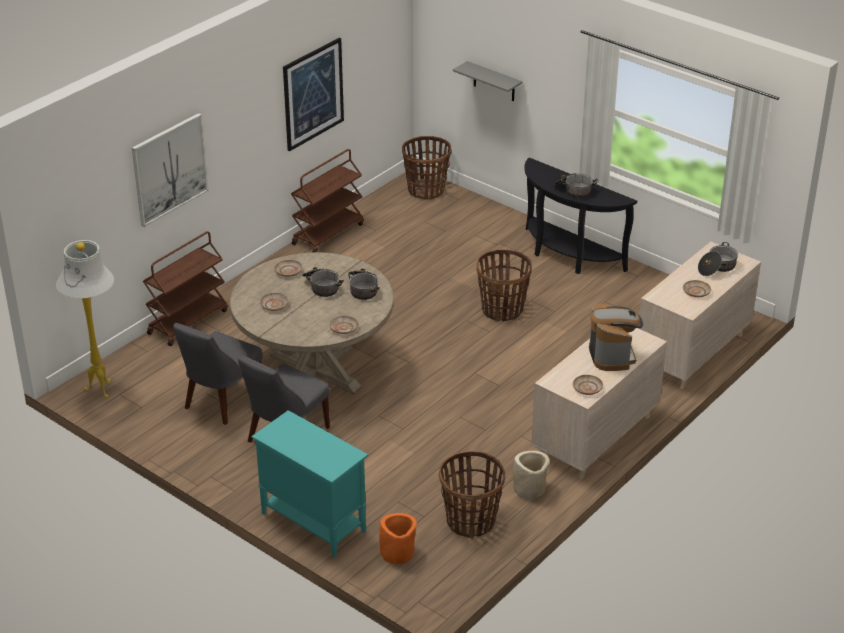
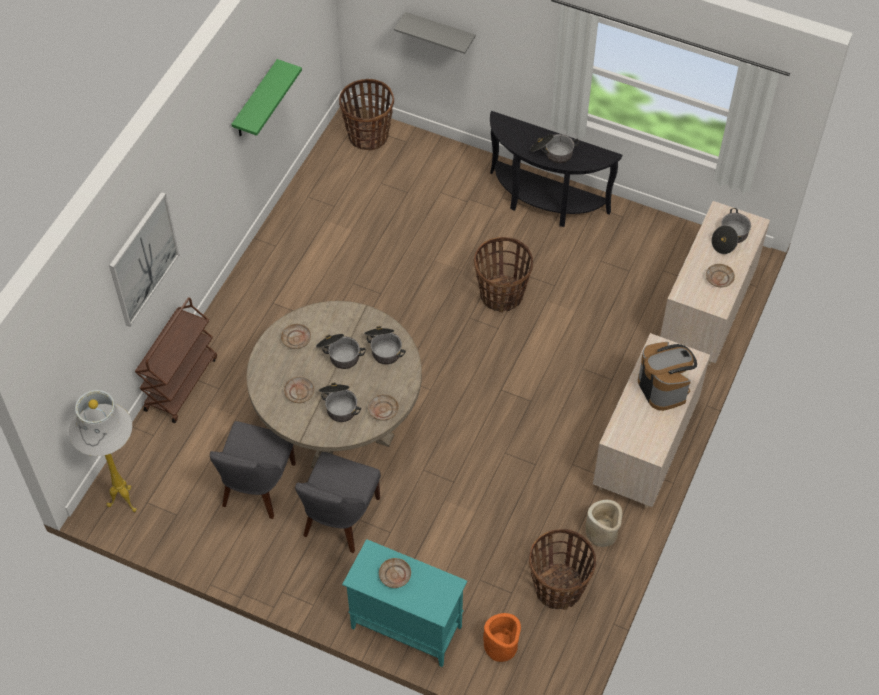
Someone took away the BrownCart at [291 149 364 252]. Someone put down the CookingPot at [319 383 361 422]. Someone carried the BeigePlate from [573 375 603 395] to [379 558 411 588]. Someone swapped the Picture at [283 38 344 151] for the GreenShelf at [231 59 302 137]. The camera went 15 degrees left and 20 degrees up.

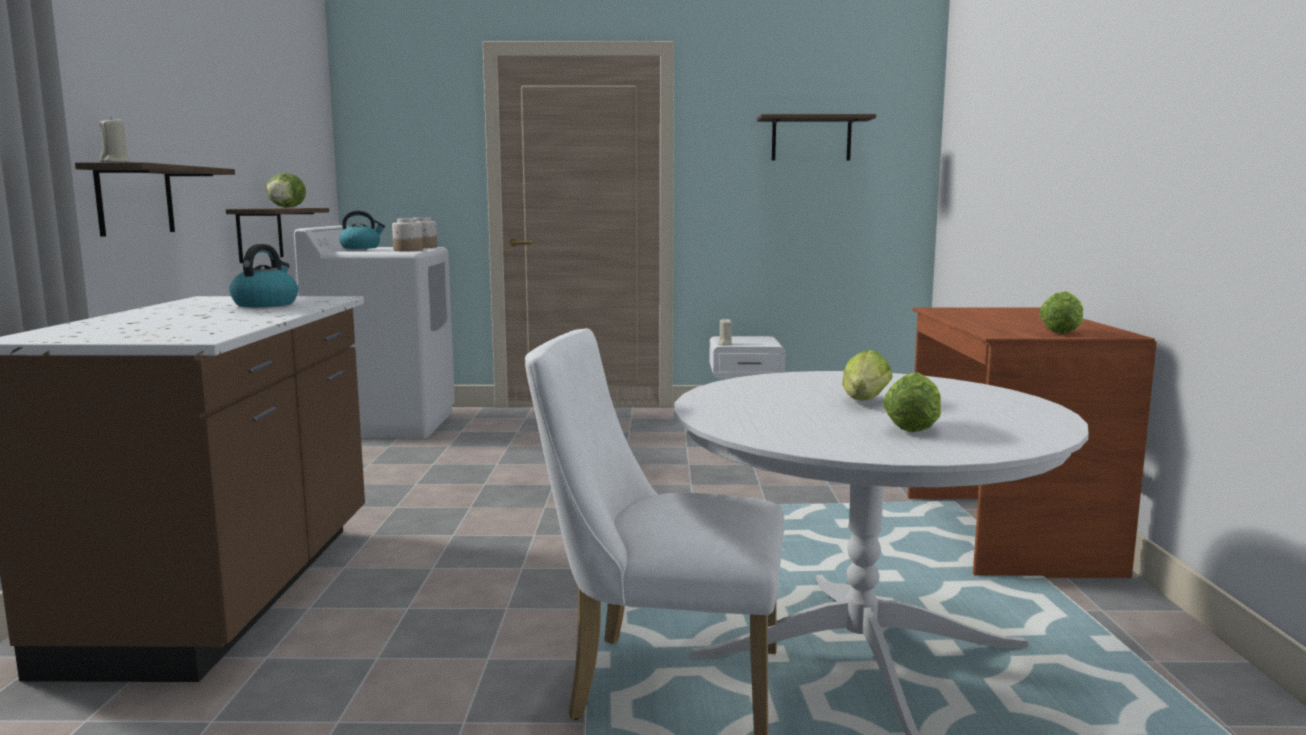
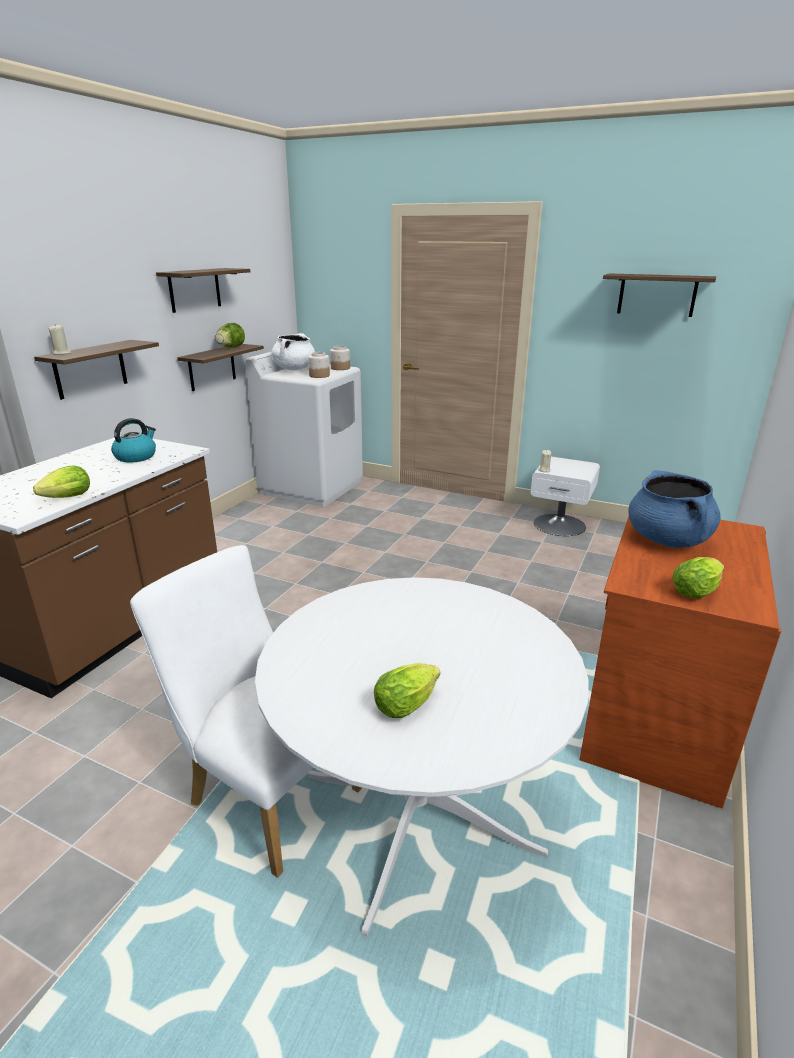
Someone put up the Shelf at [156 268 250 313]. Someone put down the BlueCookingPot at [629 470 721 548]. Someone carried the Lettuce from [842 350 893 401] to [33 465 90 498]. Someone swapped the Kettle at [339 211 385 249] for the WhiteCookingPot at [271 333 315 370]. The camera went 25 degrees right and 15 degrees up.

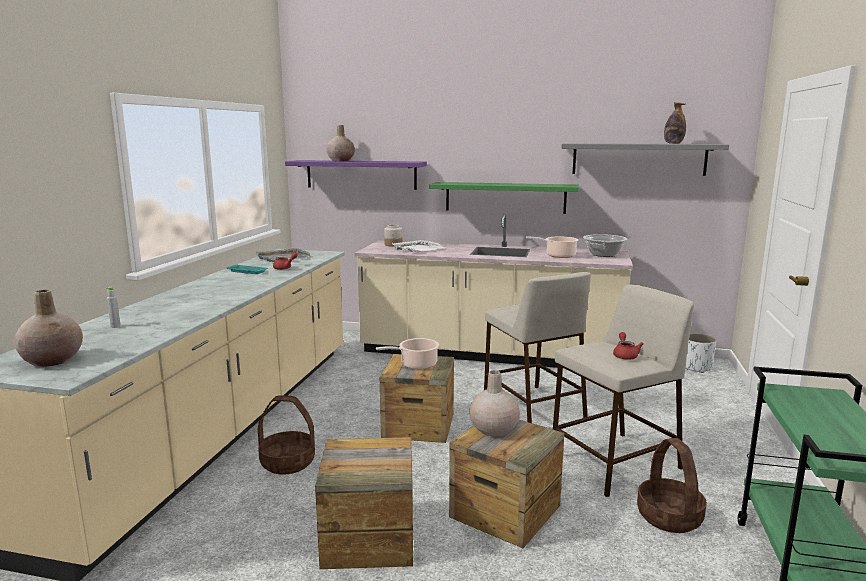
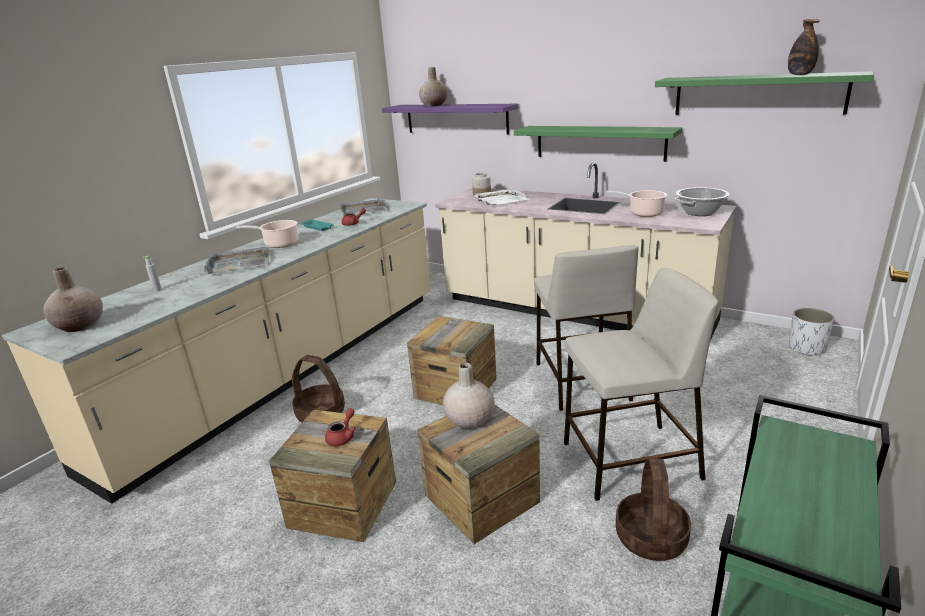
Someone put down the GreyTray at [204 247 269 274]. Someone carried the CookingPot from [376 338 439 369] to [236 220 299 248]. Someone carried the RedTeapot from [613 332 643 360] to [325 408 356 446]. Someone repainted the GreyShelf at [561 143 729 176], which became the GreenShelf at [655 71 874 115]. The camera went 20 degrees right and 10 degrees up.

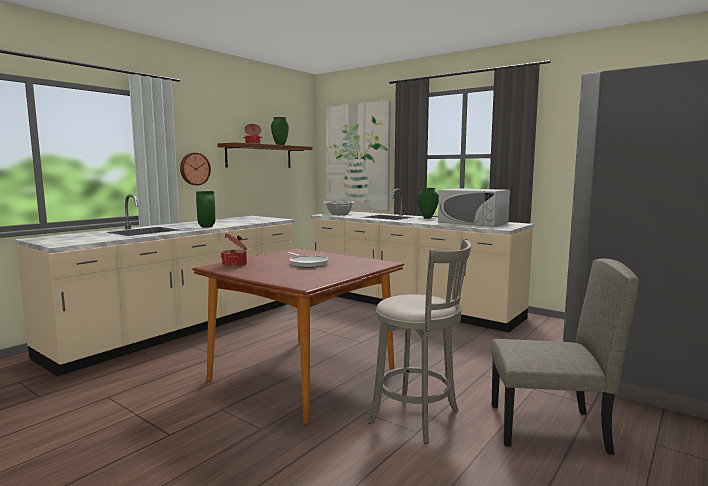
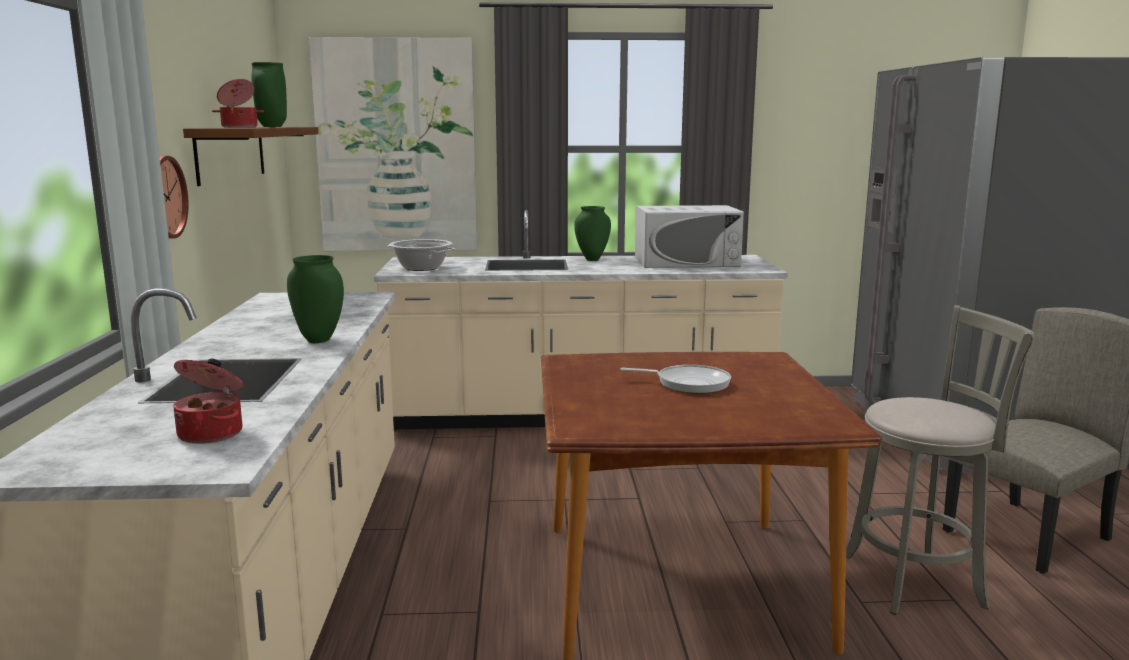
Someone carried the CookingPot from [221 233 247 267] to [173 358 244 444]. The camera went 40 degrees left and 5 degrees up.

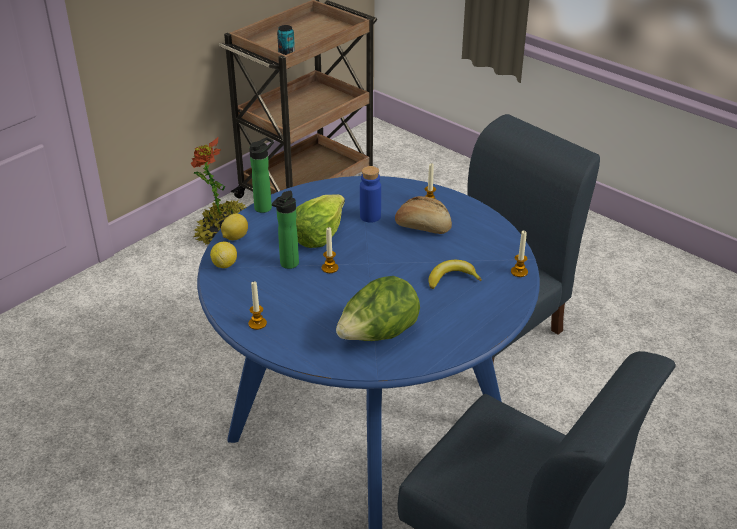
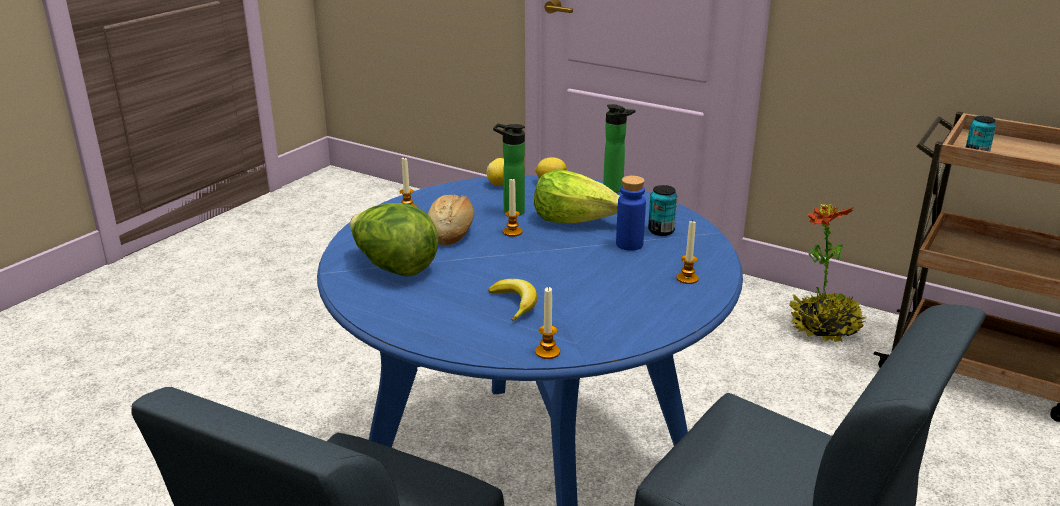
Someone put down the Can at [648 185 678 236]. Someone carried the Bread from [395 196 452 234] to [428 195 474 245]. The camera went 80 degrees right and 10 degrees down.

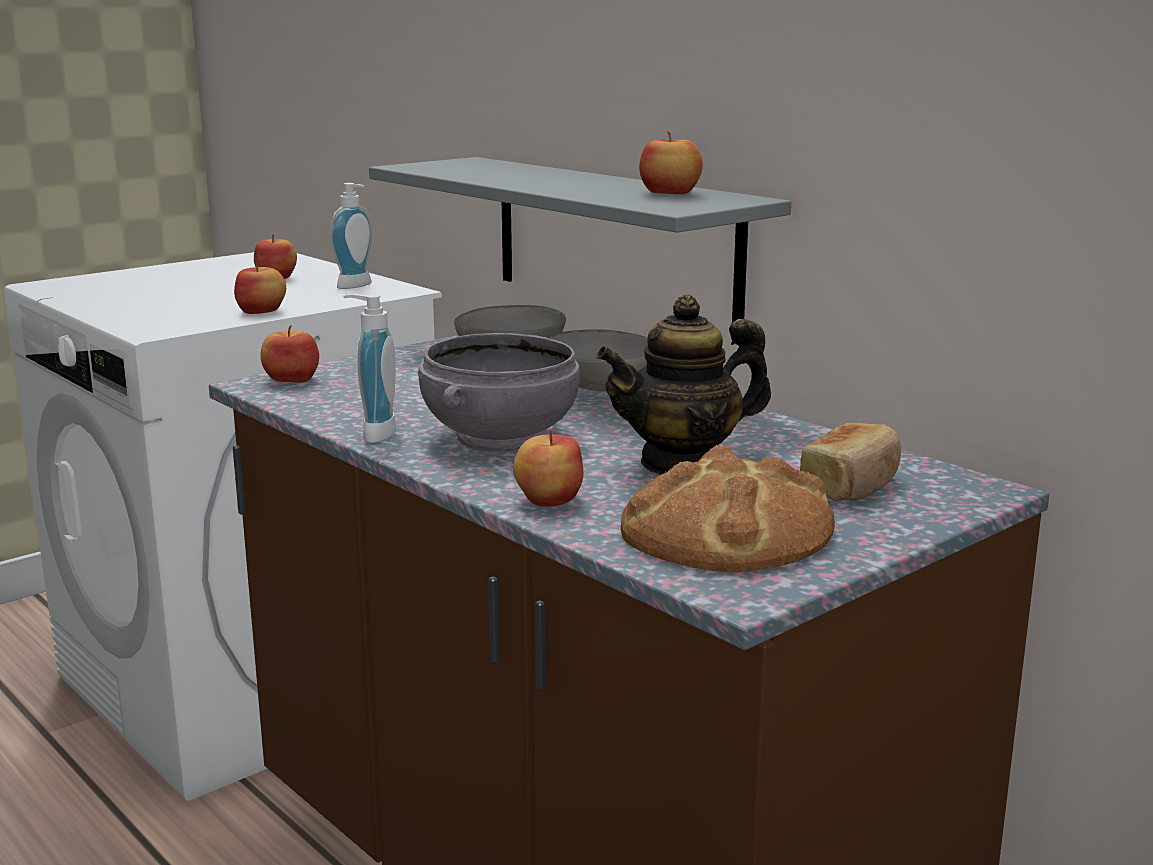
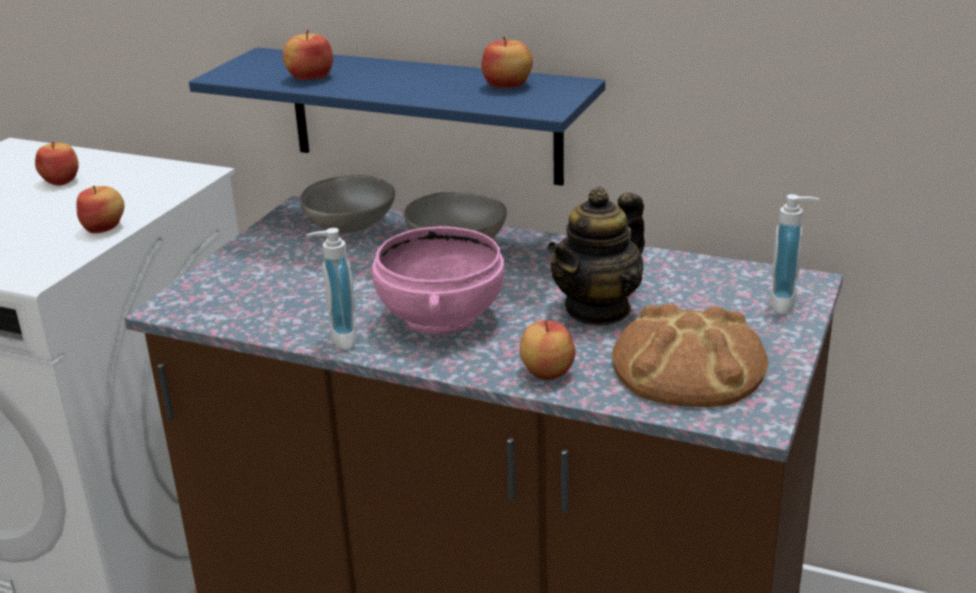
Someone took away the Bread at [800 423 901 501]. Someone carried the Apple from [260 325 319 383] to [283 30 333 80]. Someone carried the SoapDispenser from [330 183 373 289] to [770 194 819 314]. Someone repainted the GreyShelf at [369 157 791 322], which became the BlueShelf at [189 47 605 186]. Someone repainted the GreyBowl at [418 333 580 451], which became the PinkBowl at [372 226 504 335]. The camera went 25 degrees left and 10 degrees up.

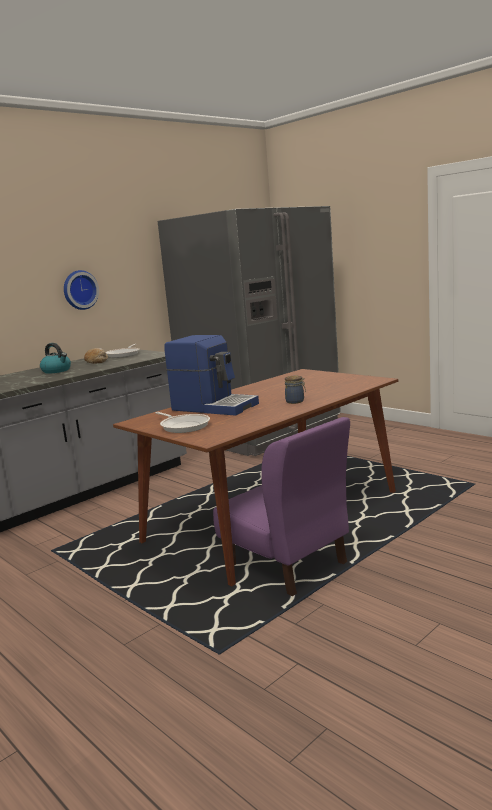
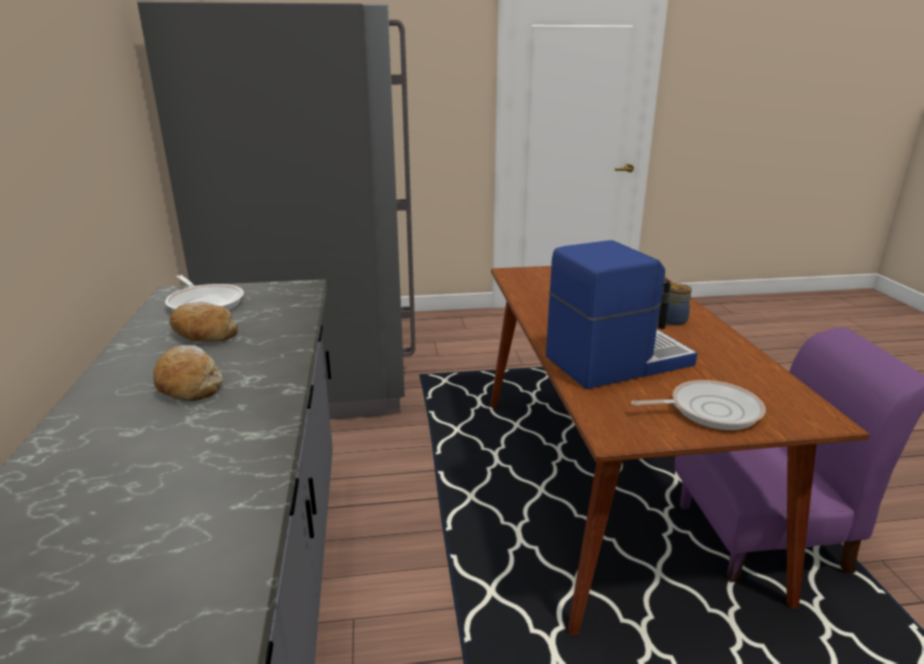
Someone took away the WallClock at [64 270 99 310]. Someone swapped the Kettle at [40 343 71 373] for the Bread at [153 345 223 401]. The camera went 55 degrees left and 10 degrees up.

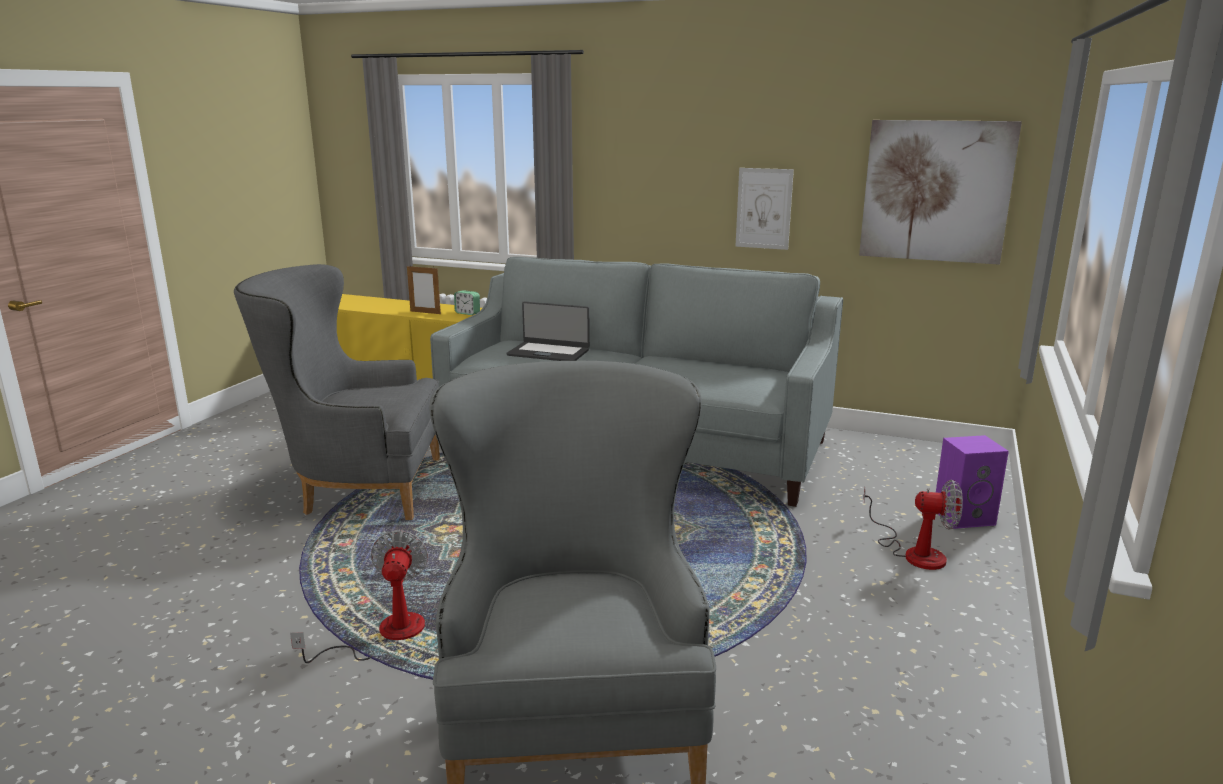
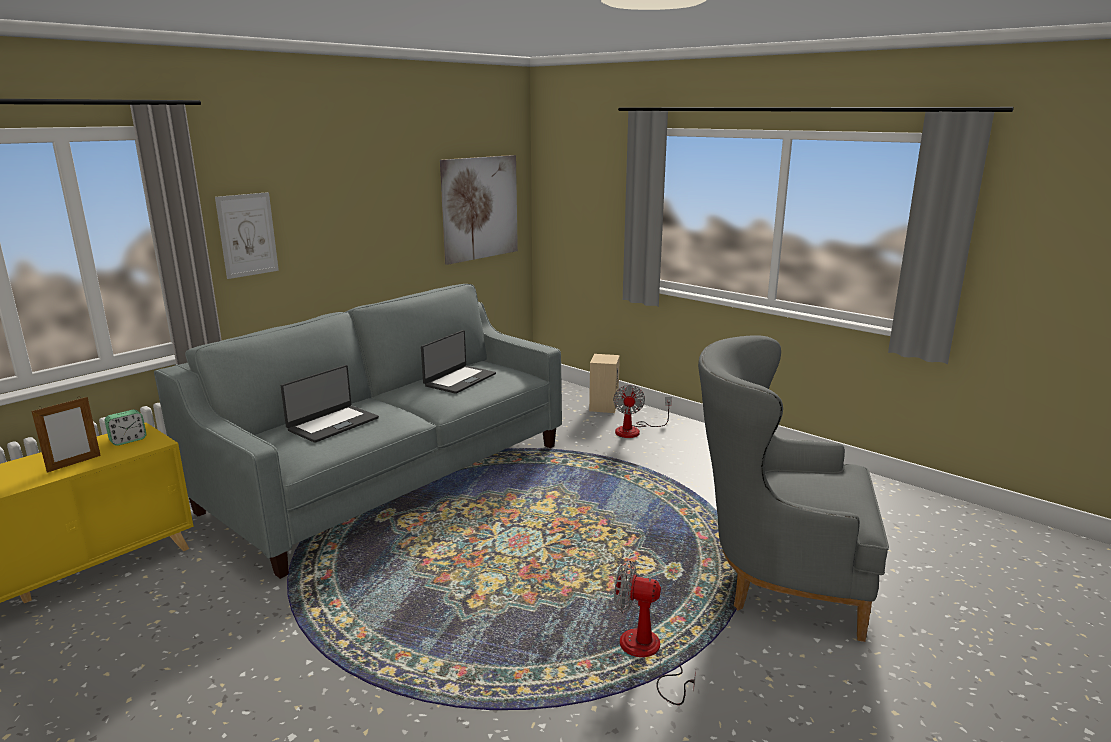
Someone took away the GreyArmchair at [234 264 440 520]. Someone put down the Laptop at [421 330 496 394]. Someone carried the Picture from [735 168 794 250] to [215 192 279 279]. Someone repainted the PurpleSpeaker at [936 435 1009 529], which became the BeigeSpeaker at [589 354 620 413]. Someone rotated the Fan at [863 480 963 570] by 150 degrees clockwise. The camera went 70 degrees left and 0 degrees up.

